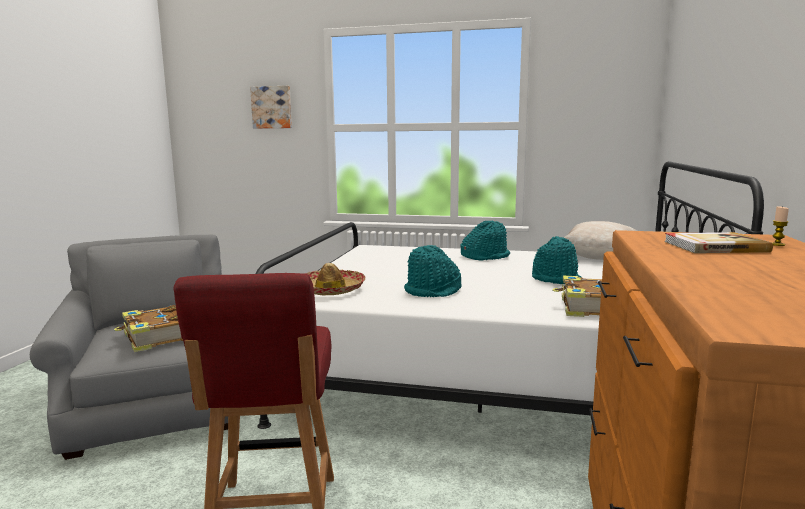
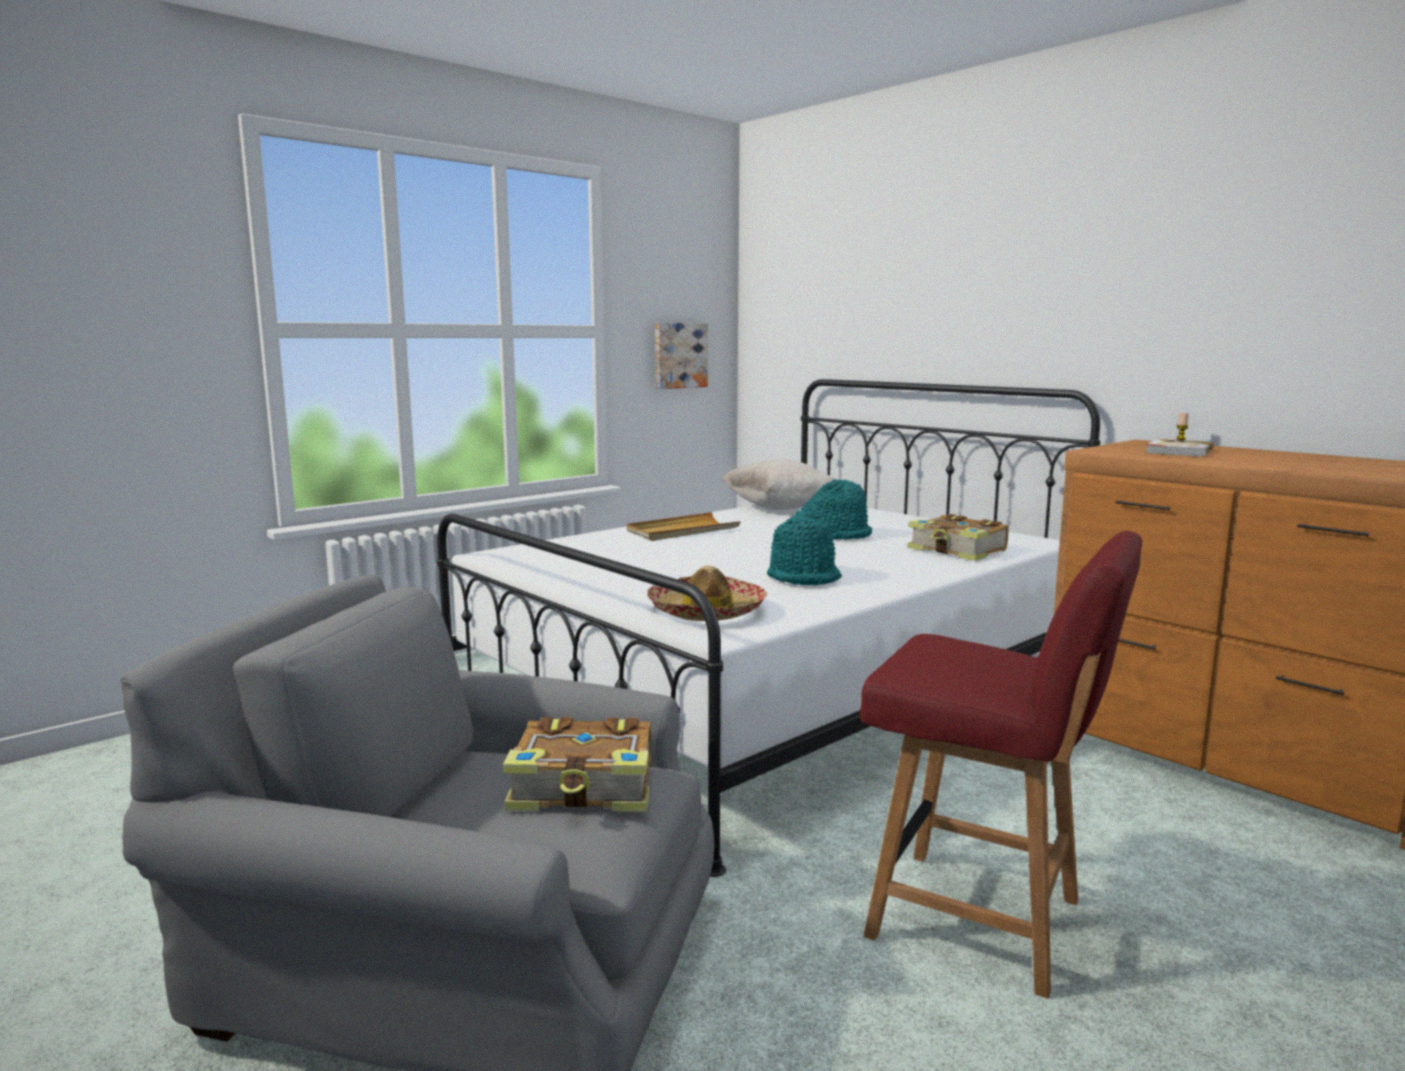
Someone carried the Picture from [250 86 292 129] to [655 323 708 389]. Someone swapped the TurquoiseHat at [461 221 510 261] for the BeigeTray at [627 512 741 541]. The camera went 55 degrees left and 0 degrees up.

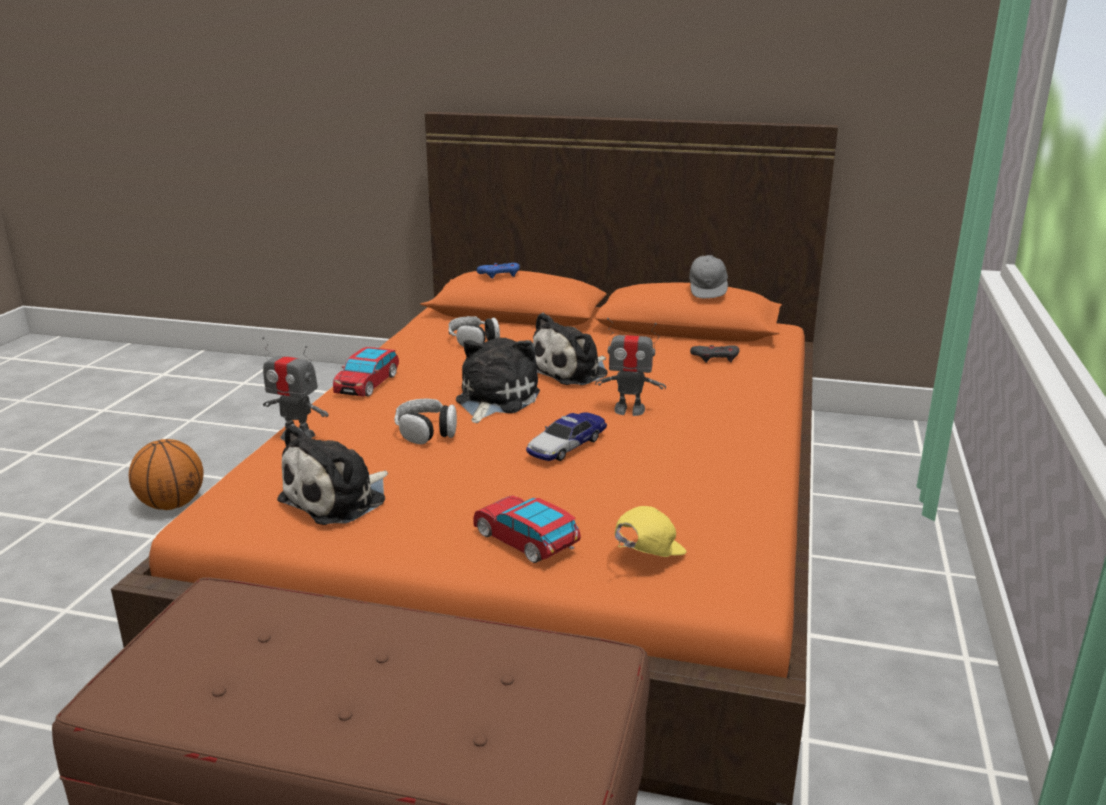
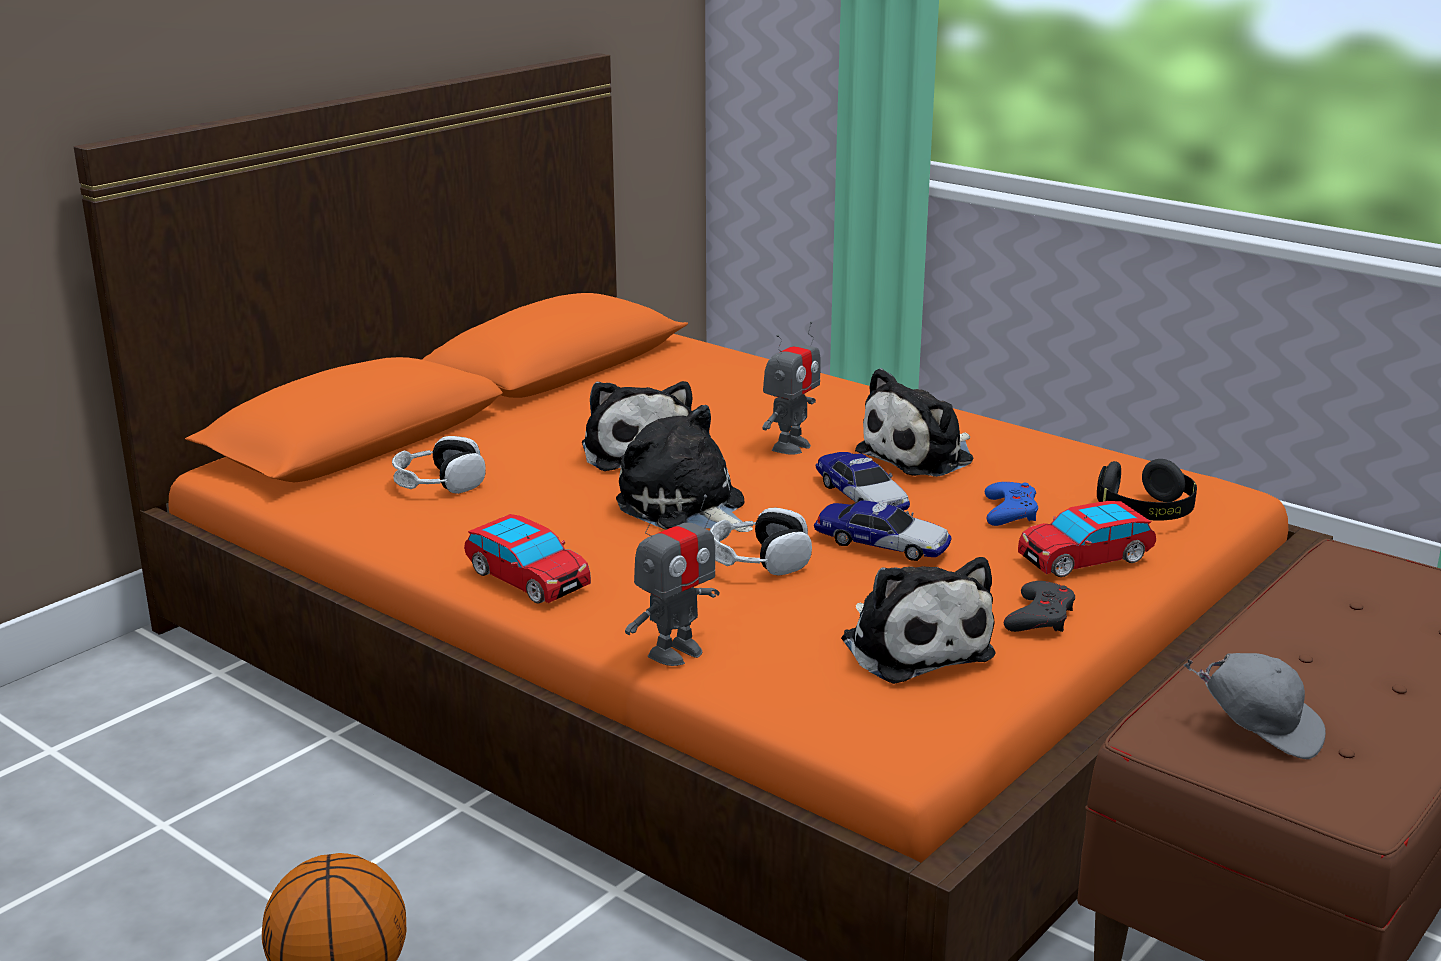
Someone put down the ToyCar at [814 500 951 561]. Someone put down the PlushToy at [855 368 973 477]. Someone carried the BlueGameController from [477 263 520 279] to [985 482 1038 526]. Someone carried the GreyCap from [689 255 728 299] to [1184 653 1326 759]. Someone carried the GreyGameController from [690 345 739 363] to [1004 581 1075 632]. Someone swapped the YellowCap at [615 506 686 557] for the BlackHeadphones at [1097 459 1197 521]. The camera went 65 degrees left and 0 degrees up.

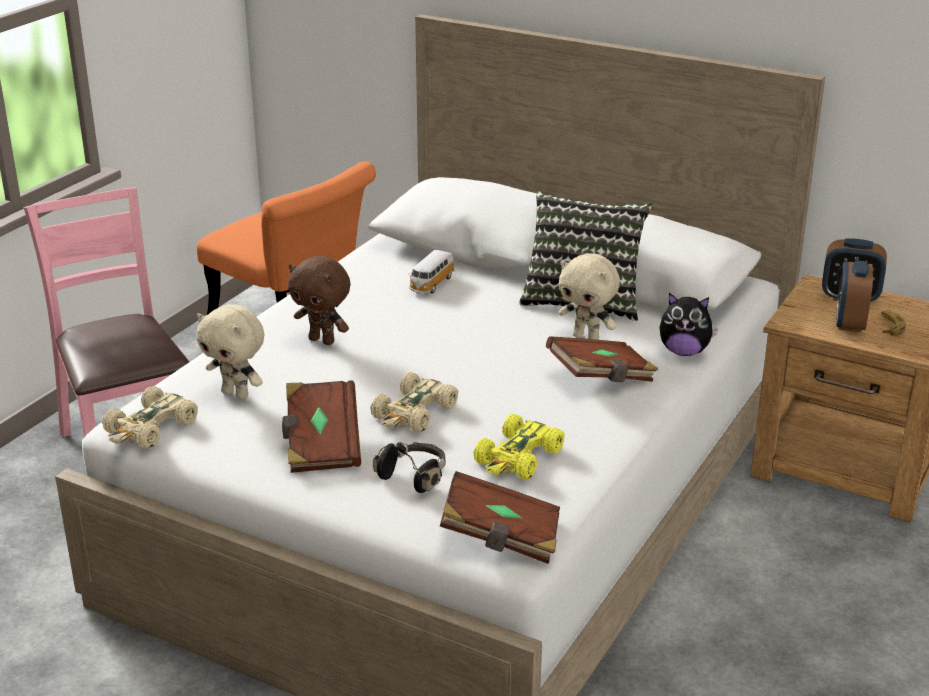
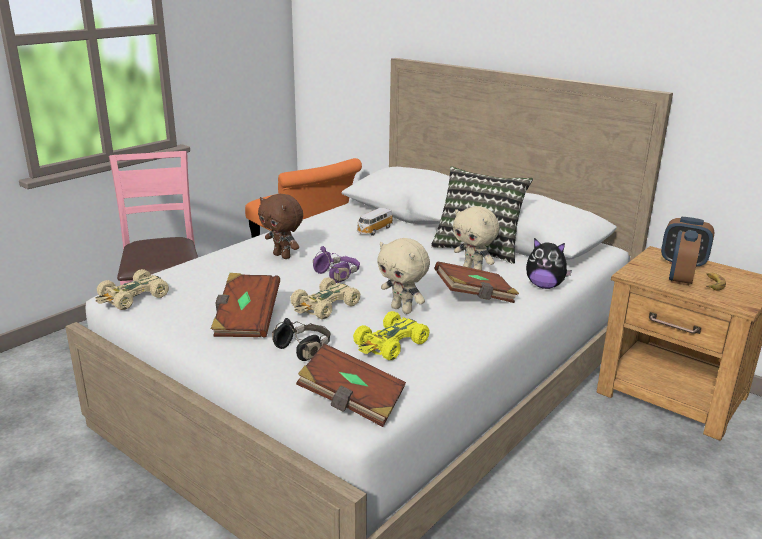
Someone put down the PurpleHeadphones at [313 246 360 283]. Someone carried the BeigePlushToy from [196 305 264 399] to [377 238 430 314]. The camera went 10 degrees right and 5 degrees down.

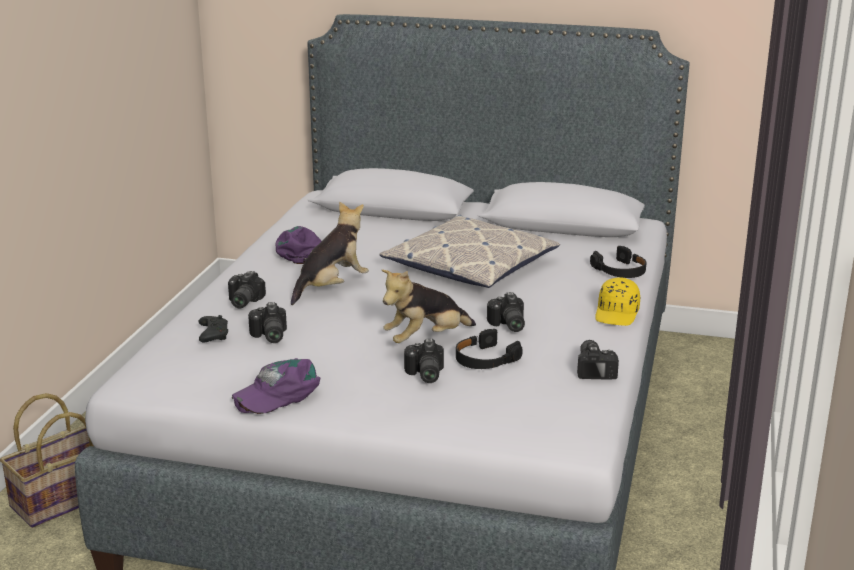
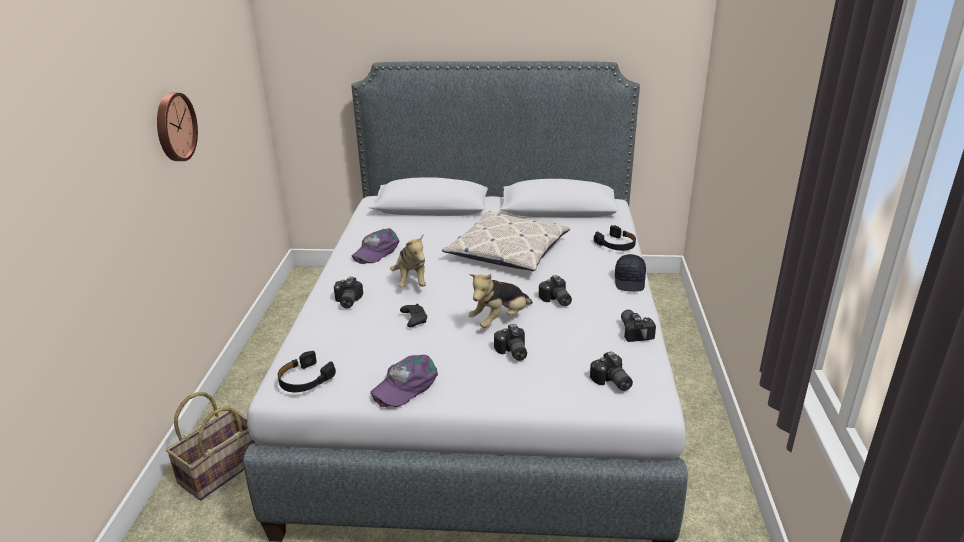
Someone put up the WallClock at [157 93 198 161]. Someone carried the BlackGameController from [198 315 228 342] to [400 304 427 328]. Someone carried the PhotoCamera from [248 302 287 343] to [590 351 633 391]. Someone carried the BlackHeadphones from [456 329 523 369] to [278 351 336 392]. Someone repainted the YellowCap at [595 277 640 326], which became the BlackCap at [615 254 646 292]. Someone rotated the PurpleCap at [275 226 322 264] by 135 degrees counterclockwise. Someone rotated the PlushToy at [291 201 369 305] by 135 degrees clockwise. The camera went 10 degrees left and 5 degrees up.

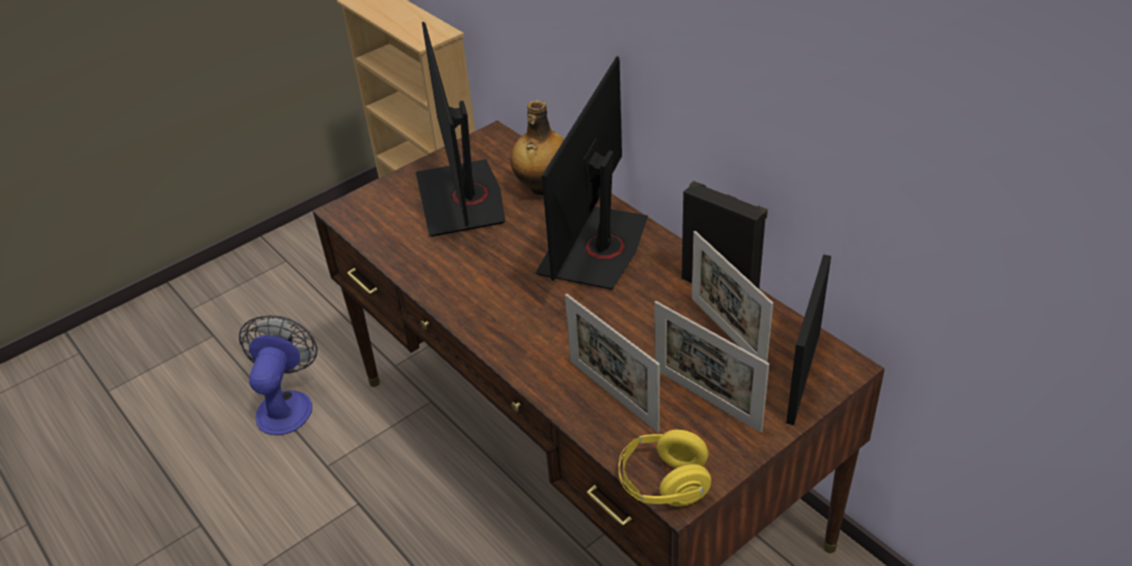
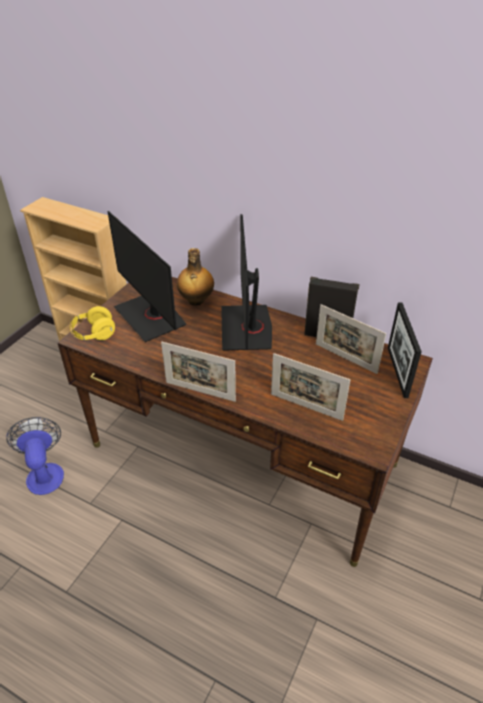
Someone carried the YellowHeadphones from [619 430 711 507] to [70 306 115 340]. Someone carried the PictureFrame from [654 301 769 433] to [161 342 236 402]. The camera went 25 degrees left and 0 degrees up.

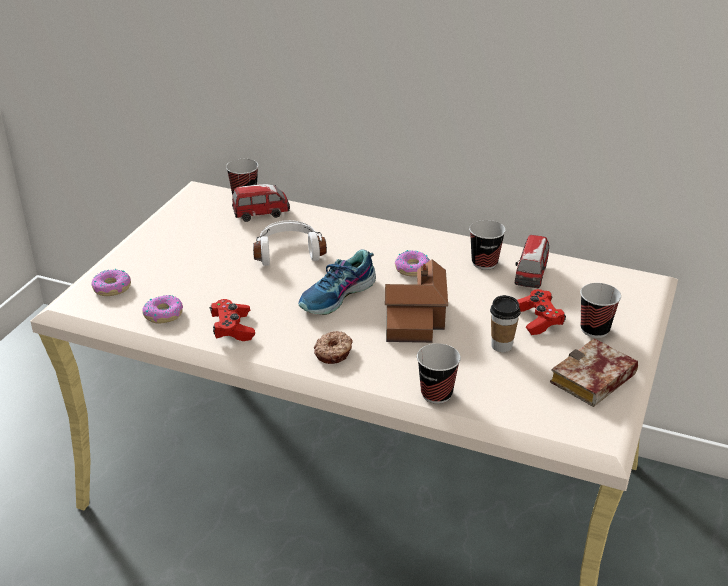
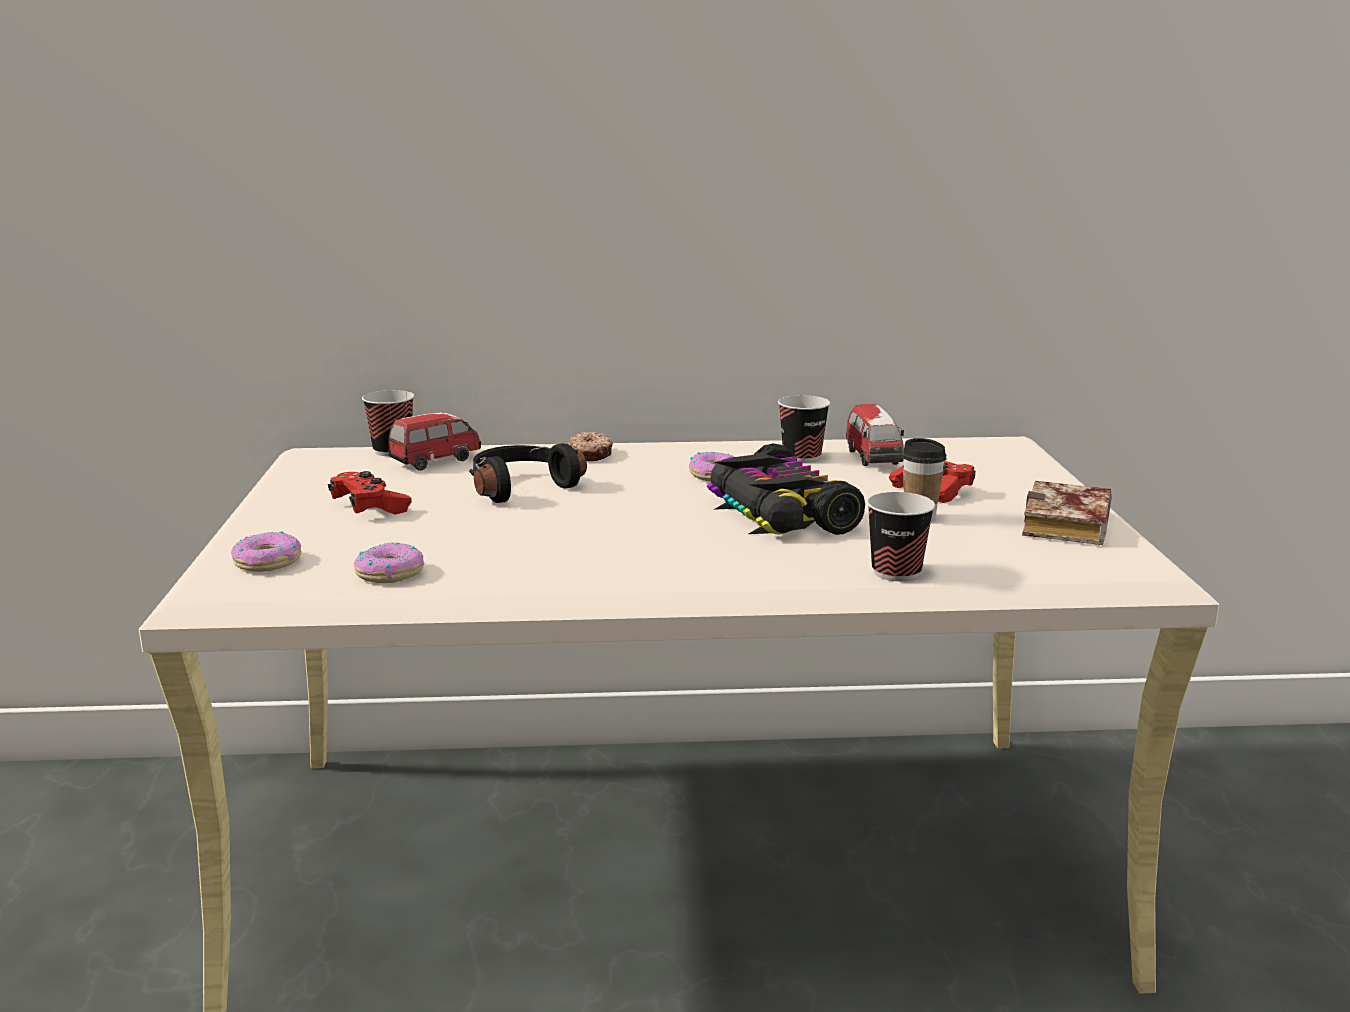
Someone took away the Shoe at [298 249 376 315]. Someone took away the Cup at [580 283 621 338]. Someone carried the RedGameController from [209 299 255 341] to [328 471 412 515]. Someone carried the Donut from [314 331 353 364] to [567 432 613 461]. Someone swapped the ToyHouse at [385 259 448 343] for the ToyCar at [707 444 865 535]. Someone repainted the WhiteHeadphones at [253 220 327 266], which became the BlackHeadphones at [469 443 587 503]. The camera went 25 degrees left and 15 degrees down.

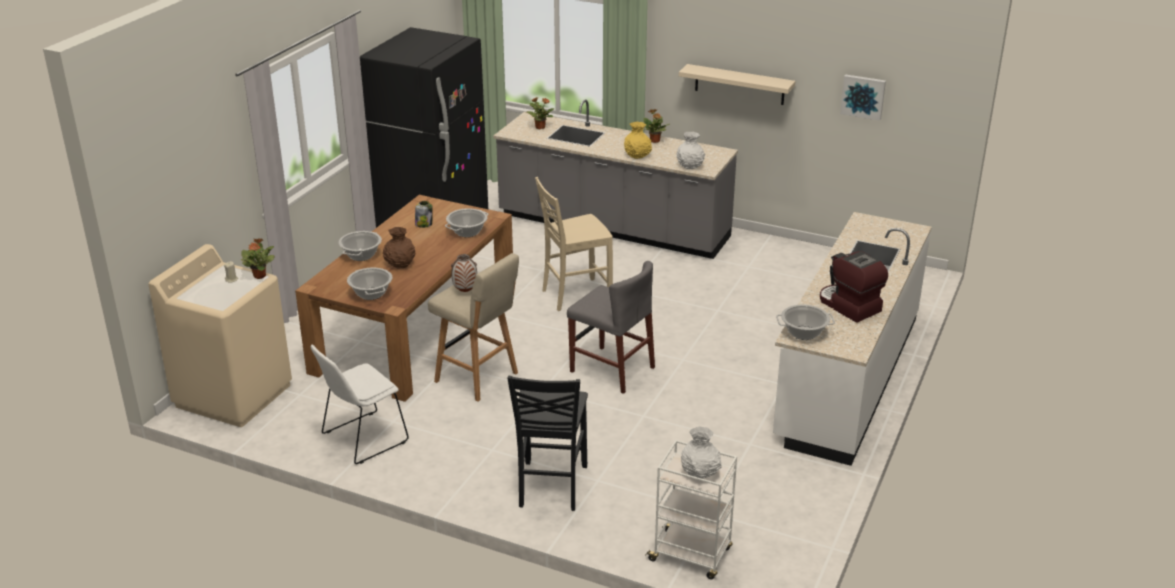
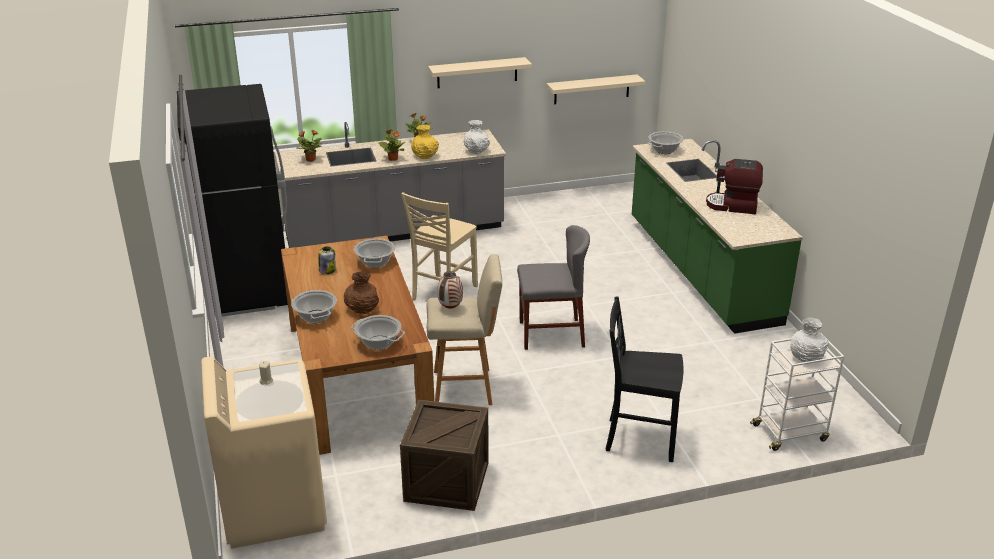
Someone took away the Picture at [840 74 886 121]. Someone put up the BeigeShelf at [547 74 645 104]. Someone carried the PottedPlant from [241 238 275 279] to [378 129 406 161]. Someone carried the CookingPot from [776 304 835 340] to [648 131 683 154]. Someone swapped the WhiteChair at [311 345 409 464] for the Crate at [400 400 489 511]. Someone repainted the WhiteCounter at [773 212 931 466], which became the GreenCounter at [632 139 803 334]. Someone rotated the BlackChair at [507 376 588 511] by 135 degrees clockwise. The camera went 40 degrees left and 0 degrees up.

